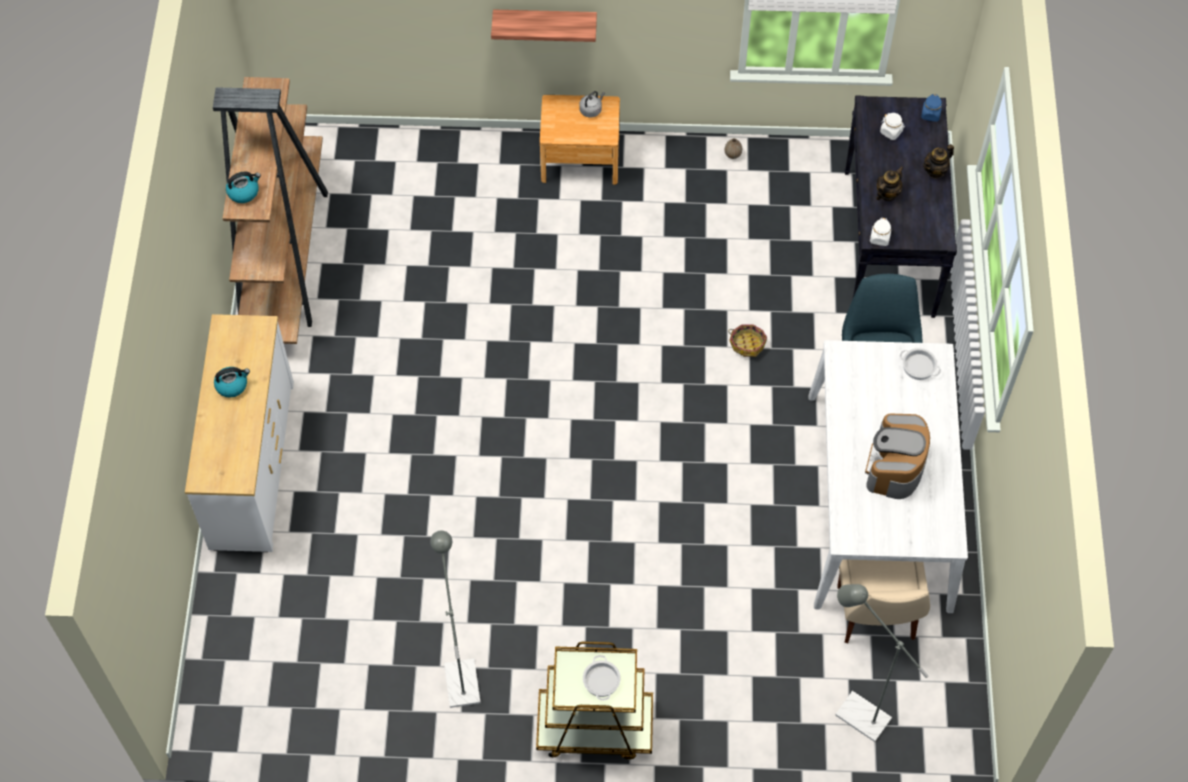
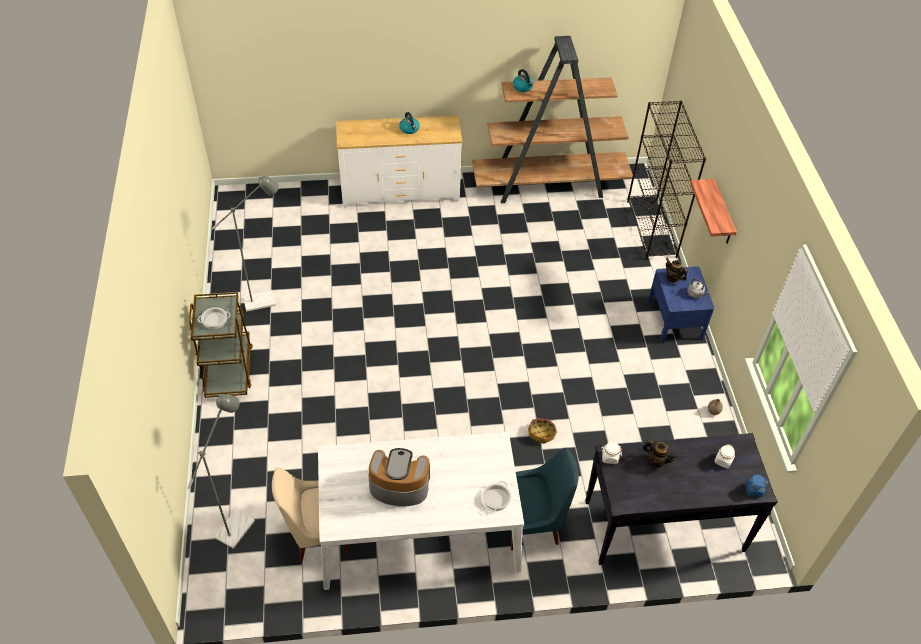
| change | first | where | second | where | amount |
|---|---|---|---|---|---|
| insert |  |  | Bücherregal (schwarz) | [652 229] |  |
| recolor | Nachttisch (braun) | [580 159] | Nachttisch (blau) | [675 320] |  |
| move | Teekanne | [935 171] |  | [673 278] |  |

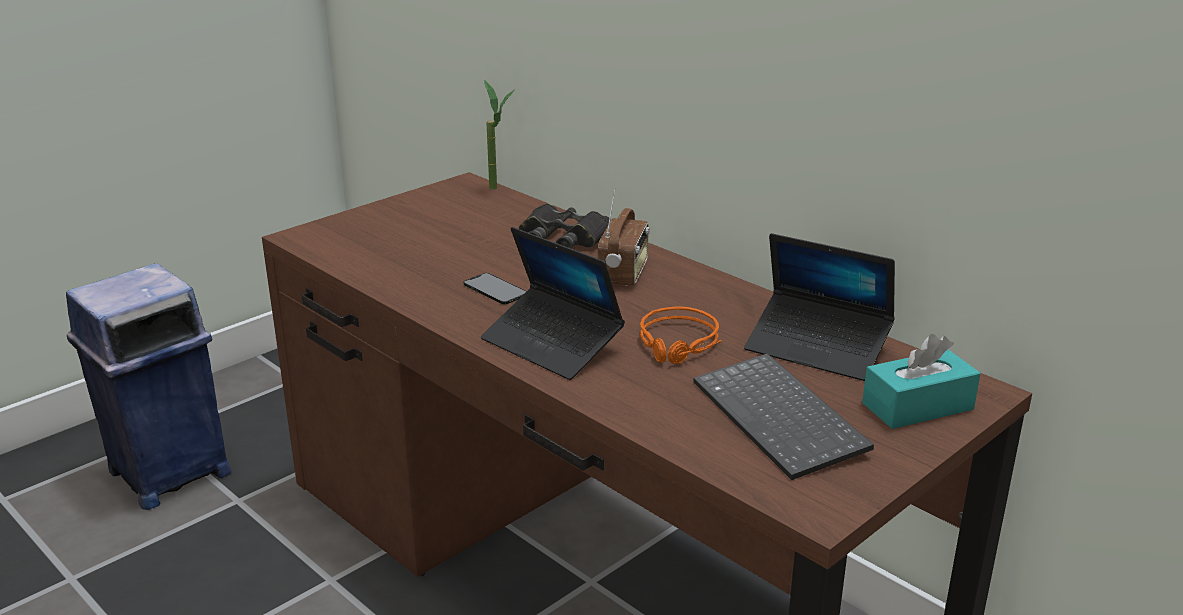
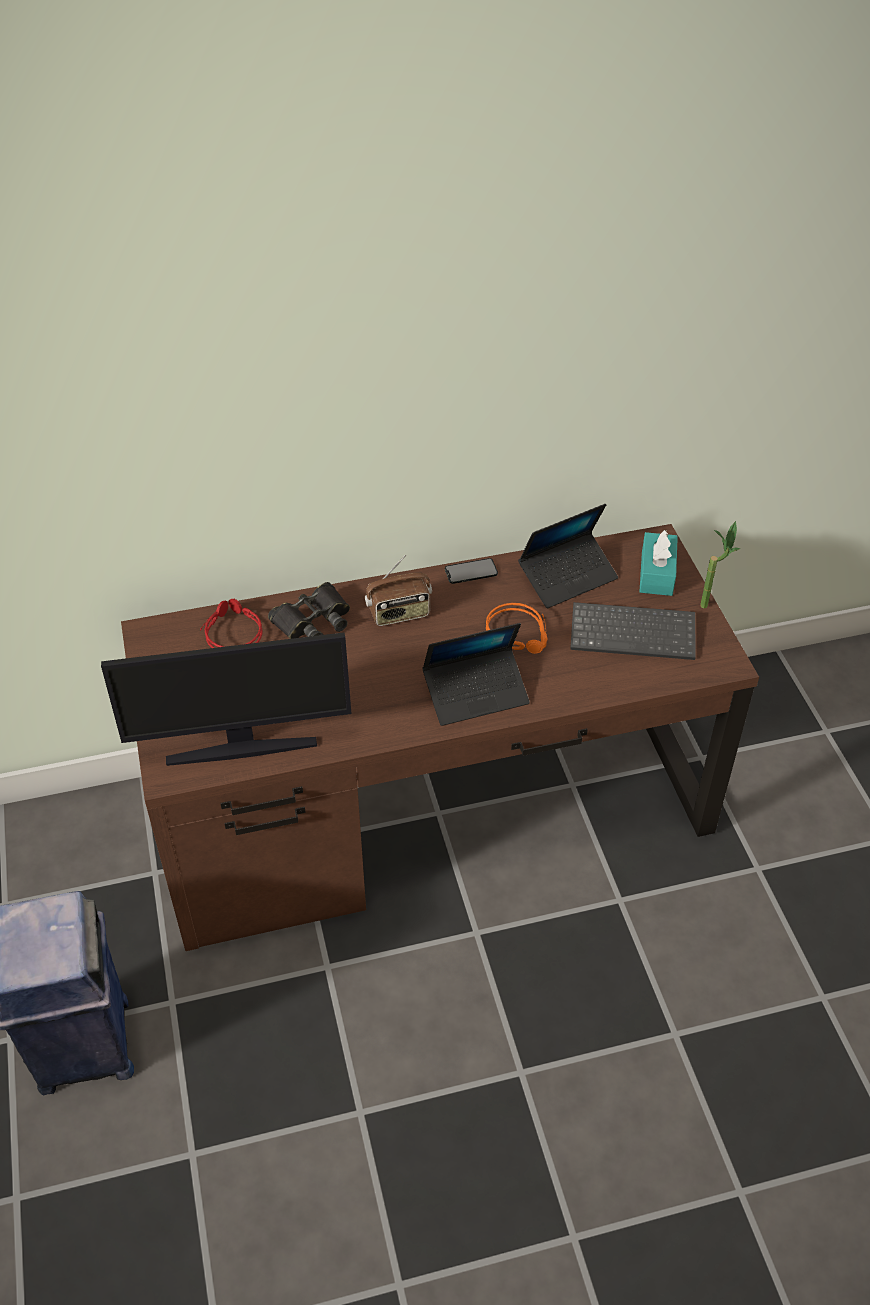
| change | first | where | second | where | amount |
|---|---|---|---|---|---|
| insert |  |  | Monitor | [241 748] |  |
| insert |  |  | Kopfhörer (rot) | [231 632] |  |
| rotate | Radio | [624 274] |  | [399 614] | 120 degrees clockwise |
| move | Handy | [495 289] |  | [471 571] |  |
| move | Topfpflanze | [500 189] |  | [710 603] |  |

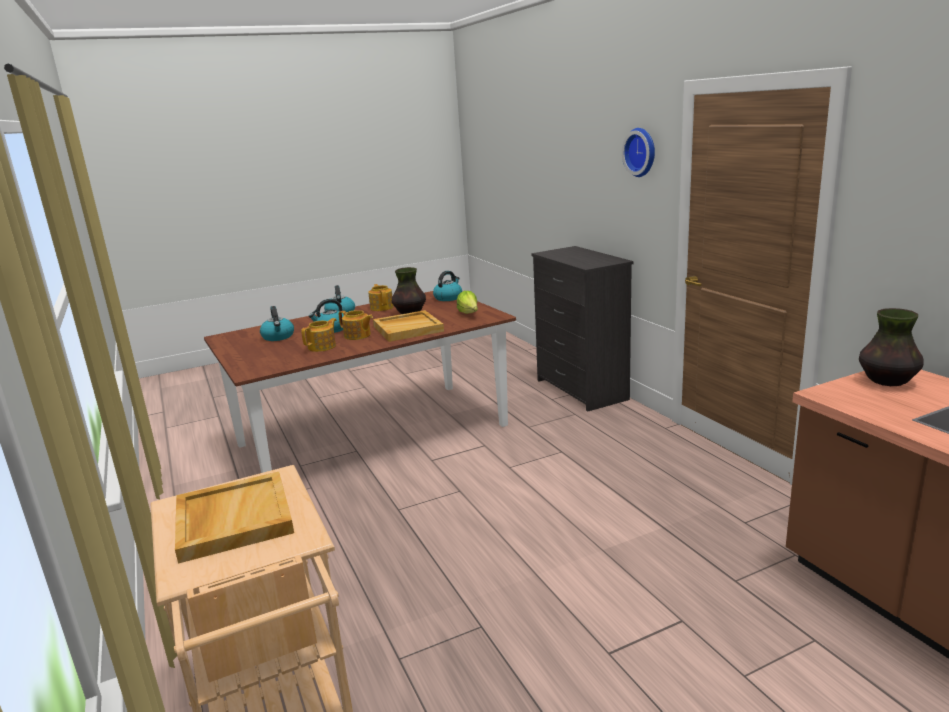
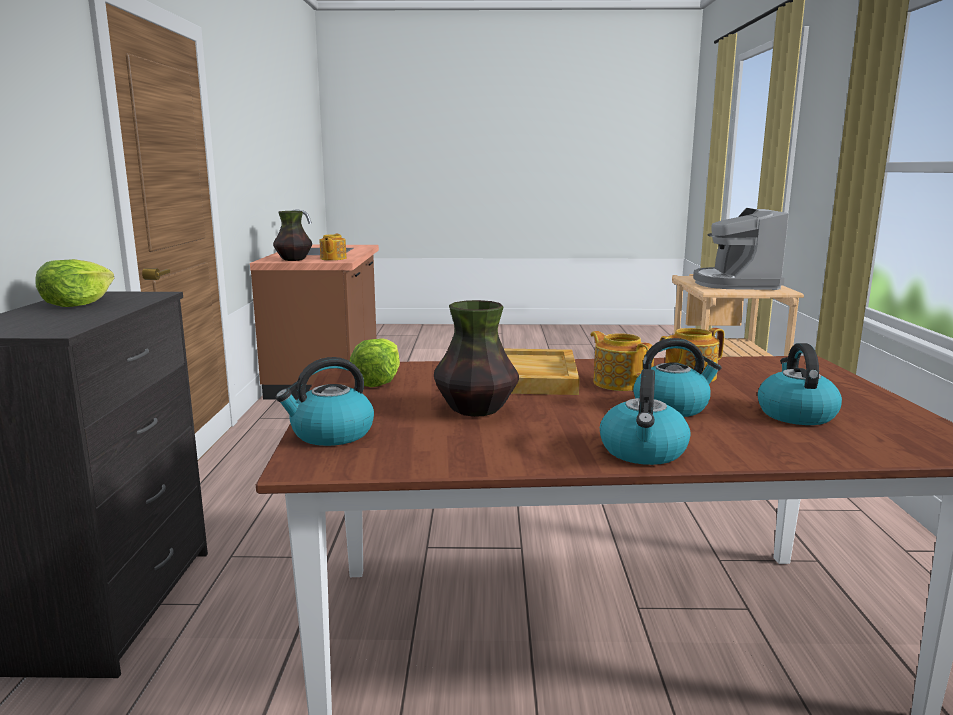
| change | first | where | second | where | amount |
|---|---|---|---|---|---|
| insert |  |  | Salatkopf | [77 304] |  |
| move | Teekanne | [382 307] |  | [333 258] |  |
| replace | Tablett (beige) | [233 519] | Kaffeemaschine | [735 284] |  |
| delete | Wanduhr | [642 152] |  |  |  |

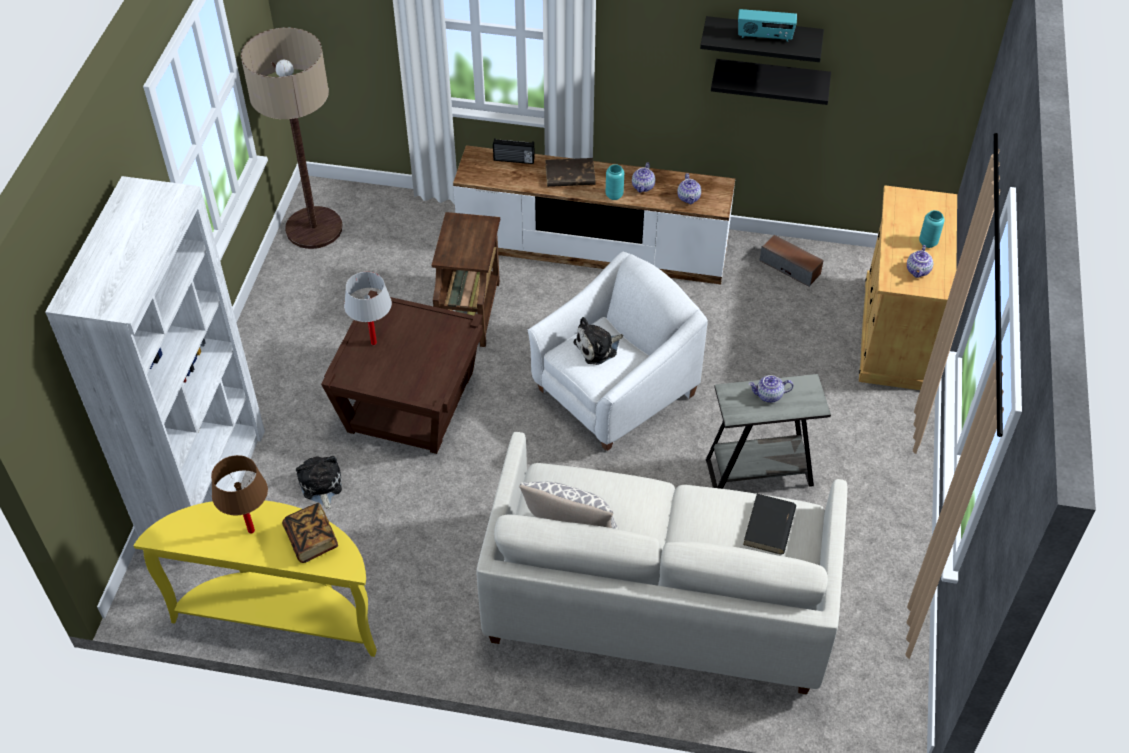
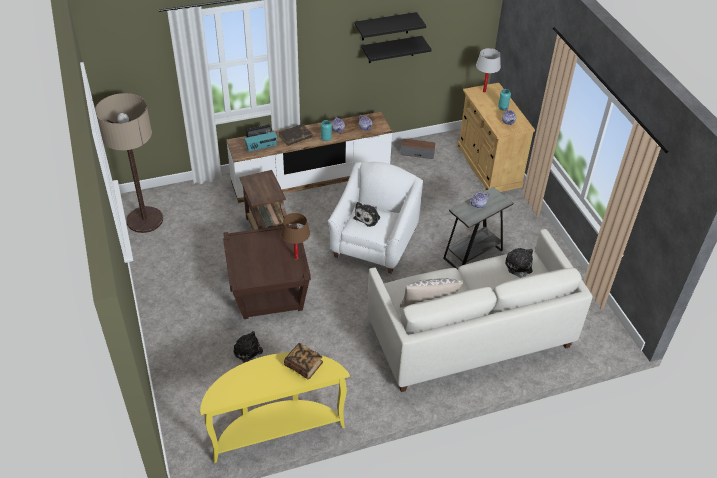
| change | first | where | second | where | amount |
|---|---|---|---|---|---|
| move | Radio | [764 37] |  | [261 148] |  |
| move | Tischlampe (braun) | [251 530] |  | [296 258] |  |
| move | Tischlampe (weiß) | [374 343] |  | [484 91] |  |
| replace | Buch (schwarz) | [769 527] | Plüschtier | [519 267] |  |
| delete | Bücherregal (weiß) | [206 487] |  |  |  |

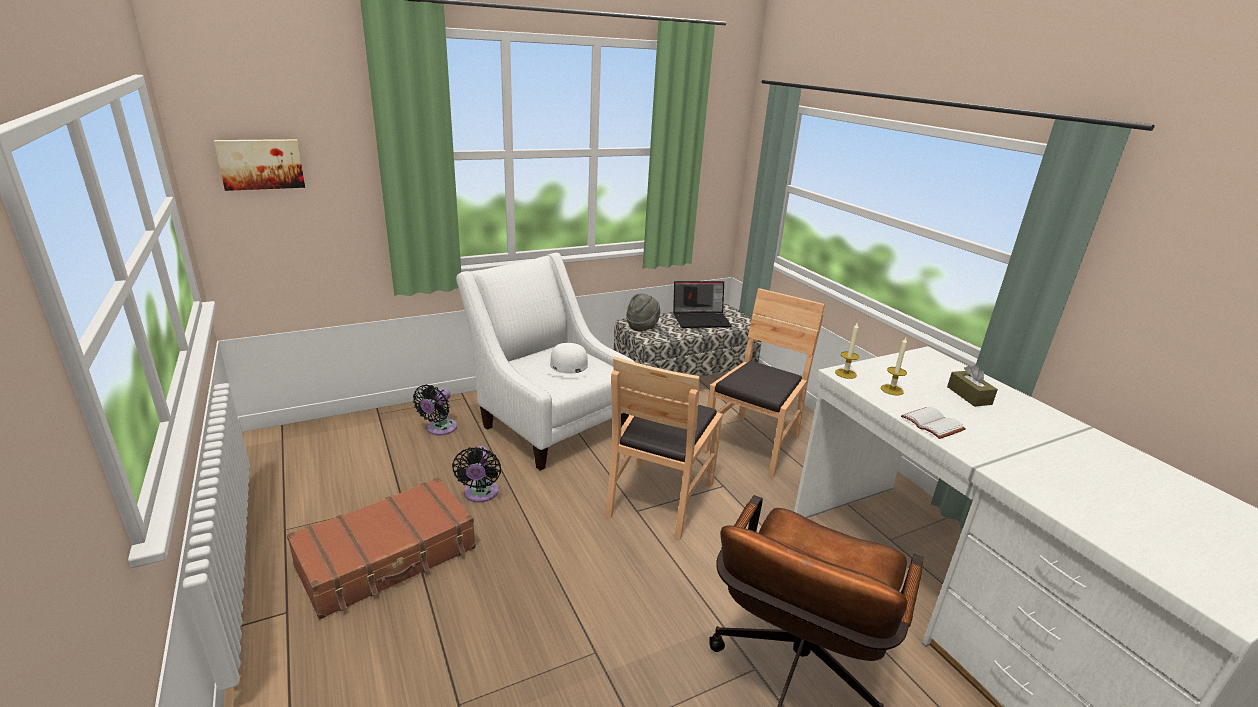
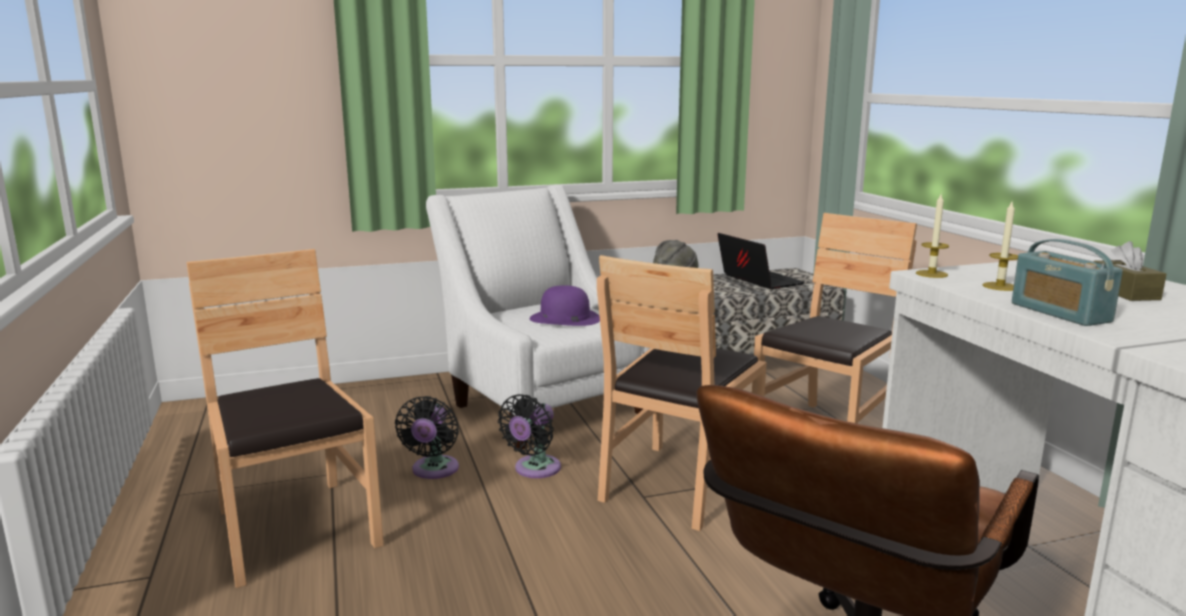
| change | first | where | second | where | amount |
|---|---|---|---|---|---|
| replace | Koffer (braun) | [388 558] | Stuhl (braun) | [295 529] |  |
| move | Ventilator (schwarz) | [439 429] |  | [534 469] |  |
| recolor | Hut (weiß) | [568 367] | Hut (lila) | [564 318] |  |
| rotate | Laptop | [701 319] |  | [757 280] | 120 degrees counterclockwise |
| replace | Buch (weiß) | [933 424] | Radio | [1060 313] |  |
| delete | Bild | [261 164] |  |  |  |

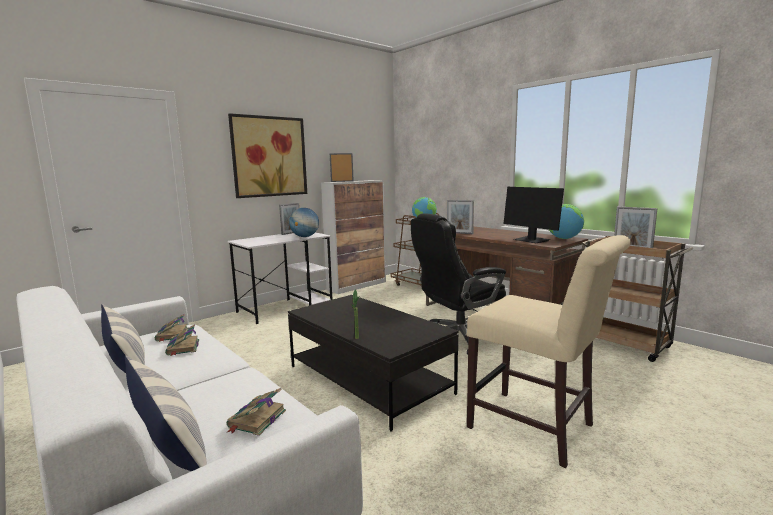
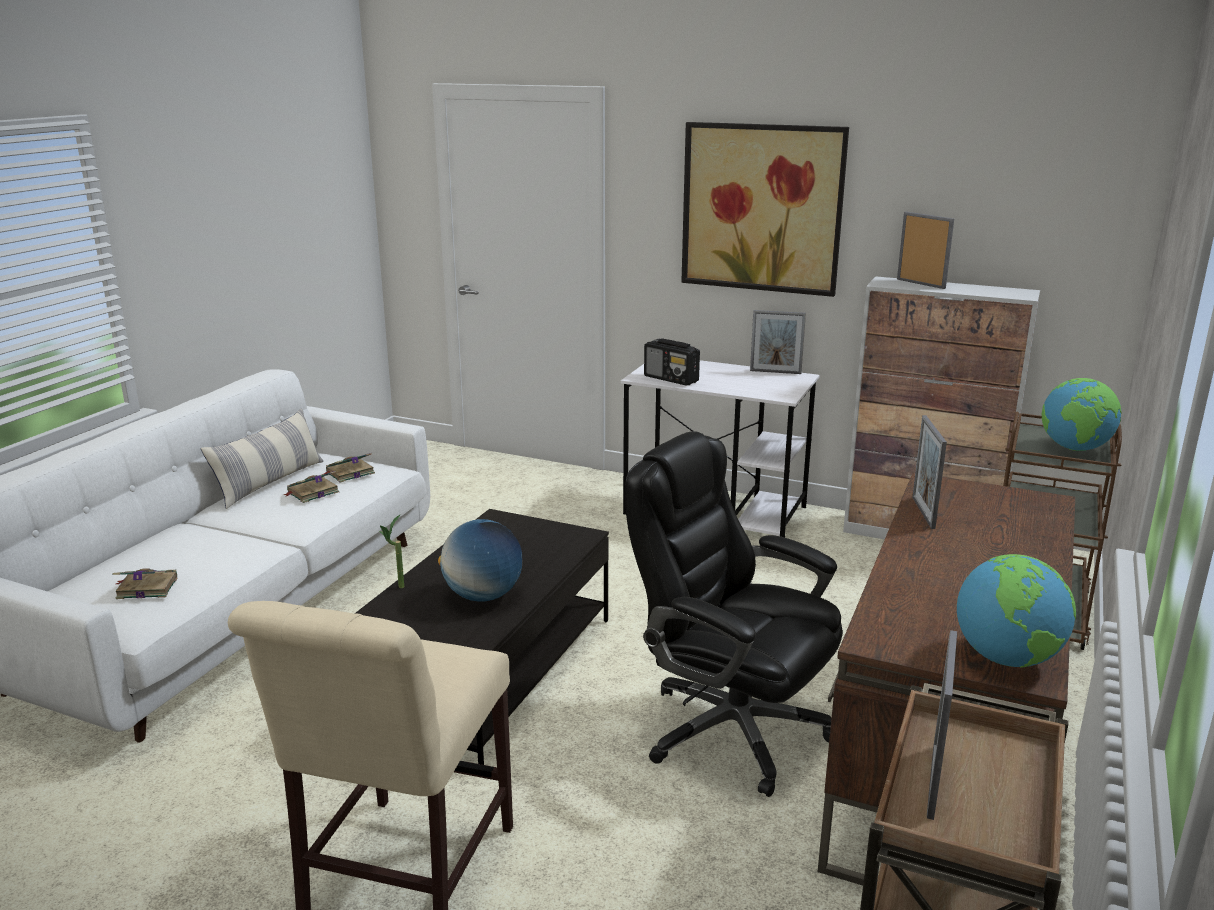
| change | first | where | second | where | amount |
|---|---|---|---|---|---|
| move | Globus | [305 237] |  | [483 596] |  |
| insert |  |  | Radio | [671 379] |  |
| delete | Kissen | [169 442] |  |  |  |
| delete | Monitor | [531 240] |  |  |  |

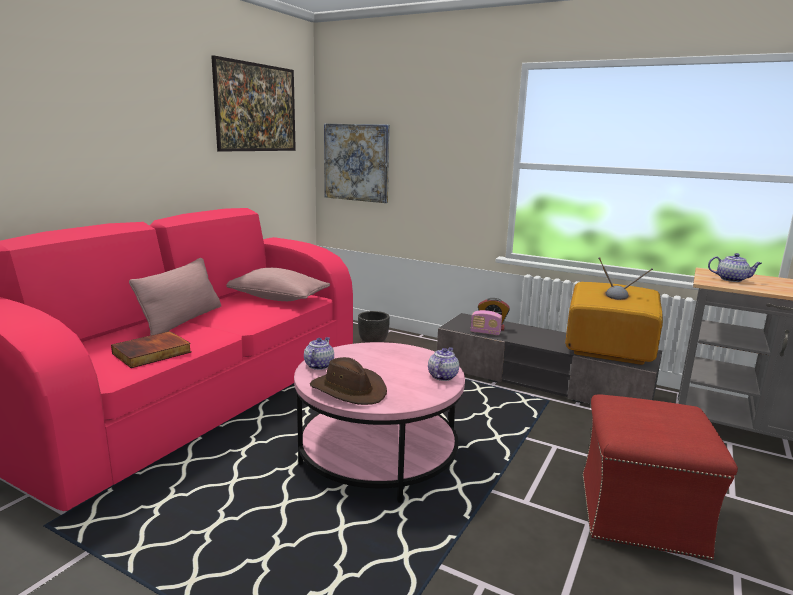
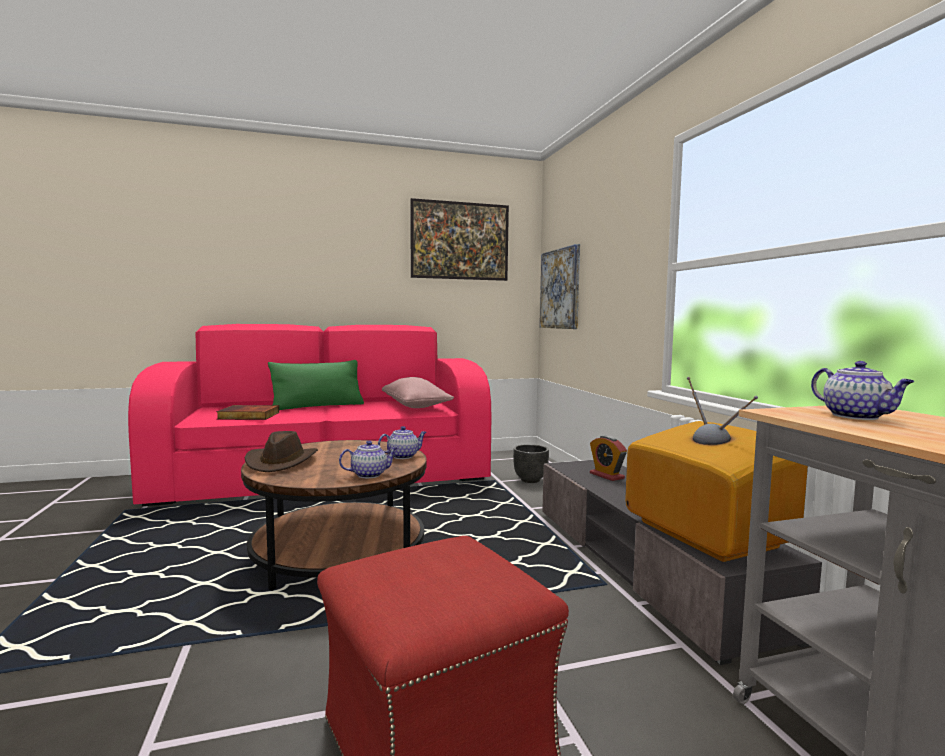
| change | first | where | second | where | amount |
|---|---|---|---|---|---|
| recolor | Couchtisch (rosa) | [378 454] | Couchtisch (braun) | [339 553] |  |
| recolor | Kissen (rosa) | [183 321] | Kissen (grün) | [318 406] |  |
| move | Teekanne | [319 365] |  | [403 456] |  |
| delete | Radio | [485 333] |  |  |  |

